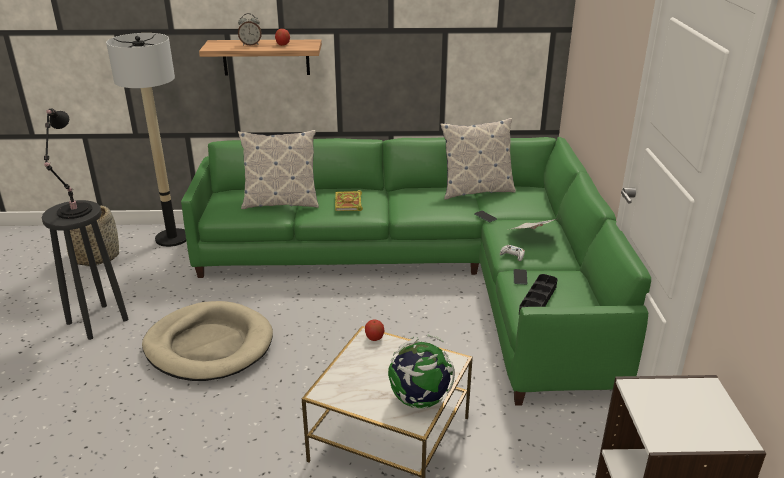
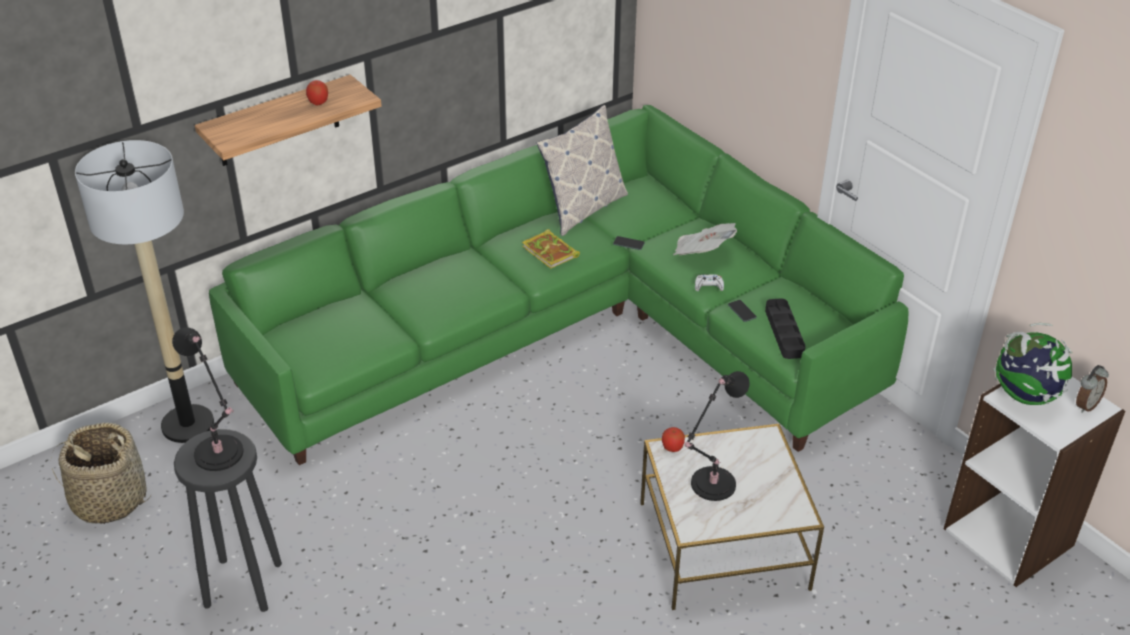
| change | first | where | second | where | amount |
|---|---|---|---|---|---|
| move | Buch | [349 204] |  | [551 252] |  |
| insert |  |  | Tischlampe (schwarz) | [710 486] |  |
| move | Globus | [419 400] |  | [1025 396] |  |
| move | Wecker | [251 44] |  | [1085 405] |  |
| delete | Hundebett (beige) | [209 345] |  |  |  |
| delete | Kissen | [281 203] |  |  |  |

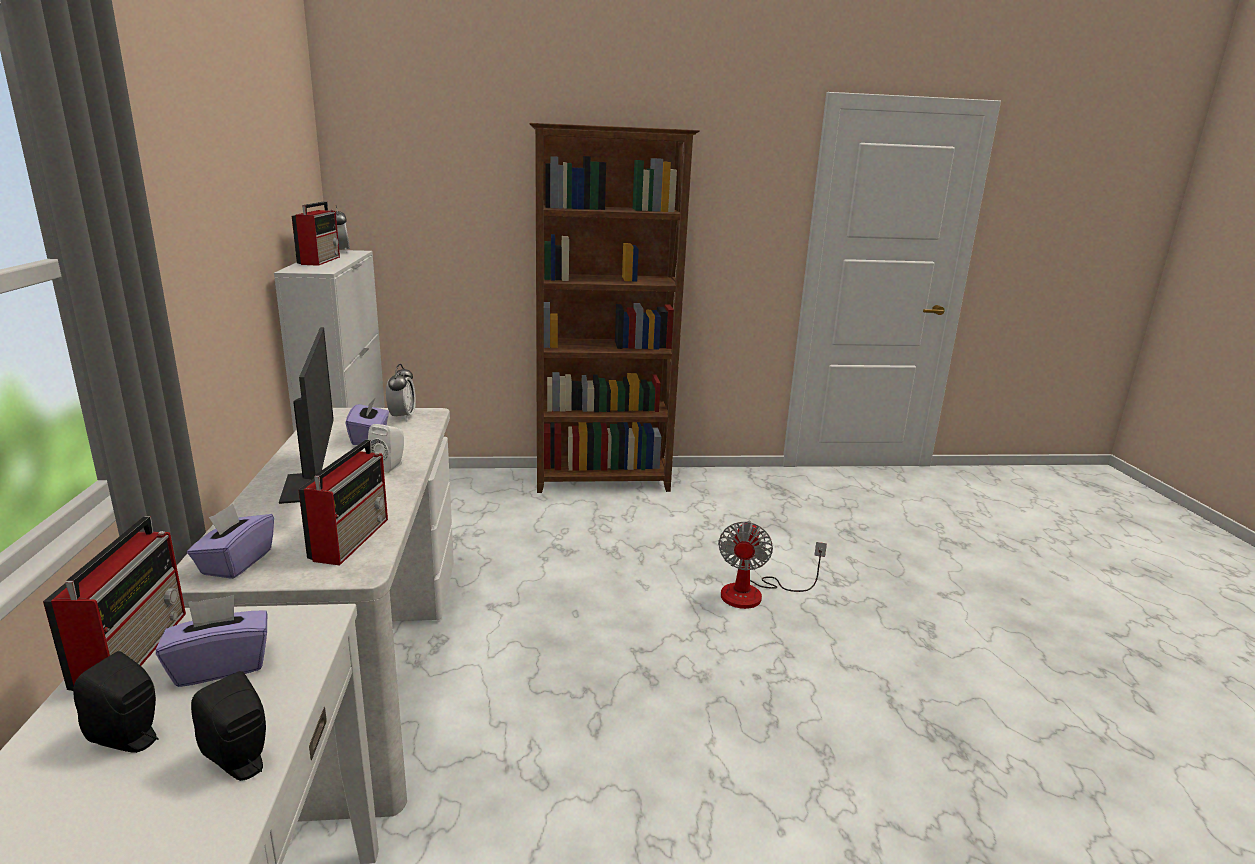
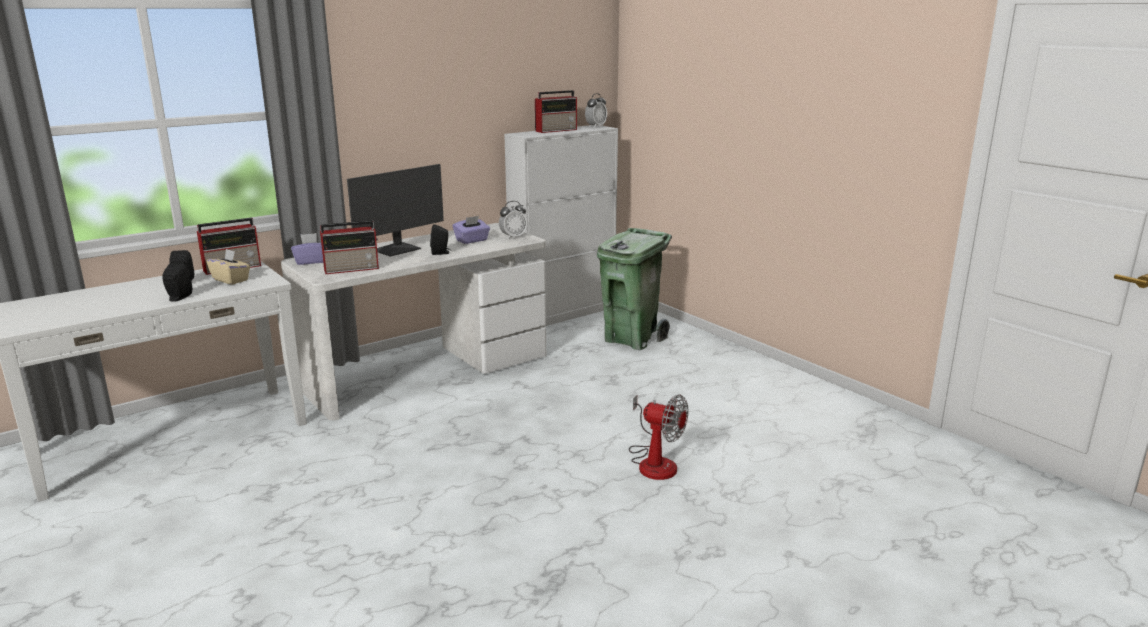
| change | first | where | second | where | amount |
|---|---|---|---|---|---|
| recolor | Taschentuchbox (lila) | [221 665] | Taschentuchbox (beige) | [231 280] |  |
| recolor | Lautsprecher (weiß) | [390 466] | Lautsprecher (schwarz) | [441 253] |  |
| insert |  |  | Mülleimer (grün) | [632 339] |  |
| rotate | Ventilator | [754 594] |  | [654 461] | 135 degrees counterclockwise |
| delete | Bücherregal (braun) | [603 481] |  |  |  |

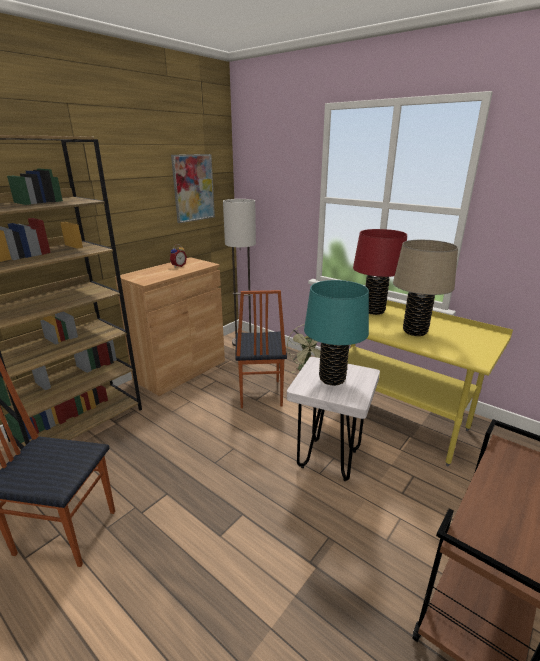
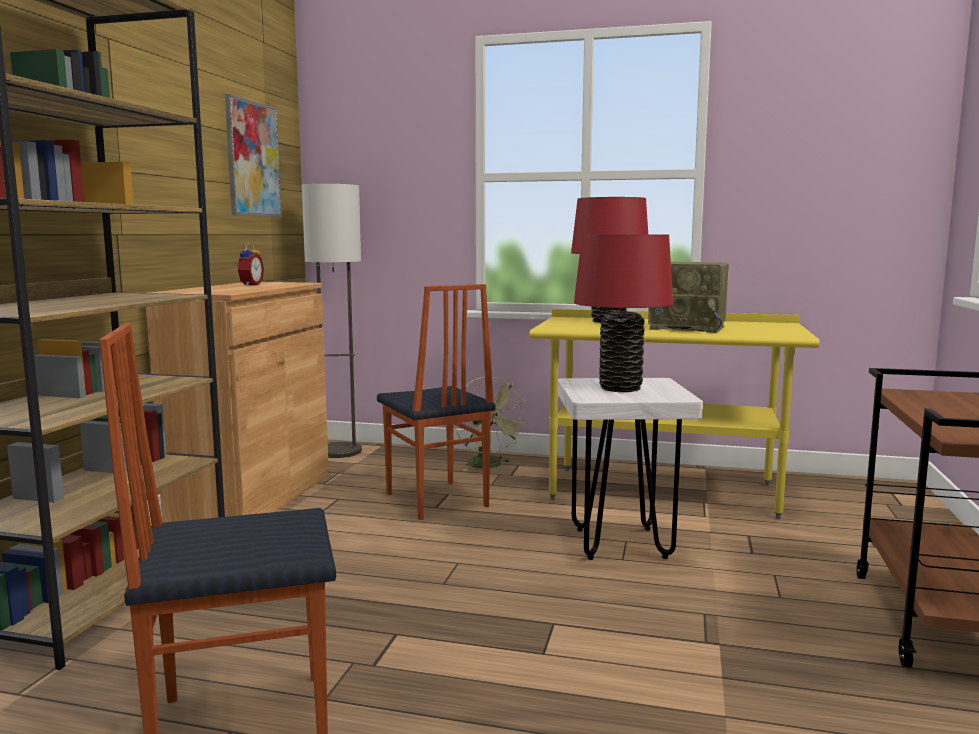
| change | first | where | second | where | amount |
|---|---|---|---|---|---|
| recolor | Tischlampe (türkis) | [332 379] | Tischlampe (rot) | [620 388] |  |
| replace | Tischlampe (beige) | [415 331] | Radio | [688 328] |  |

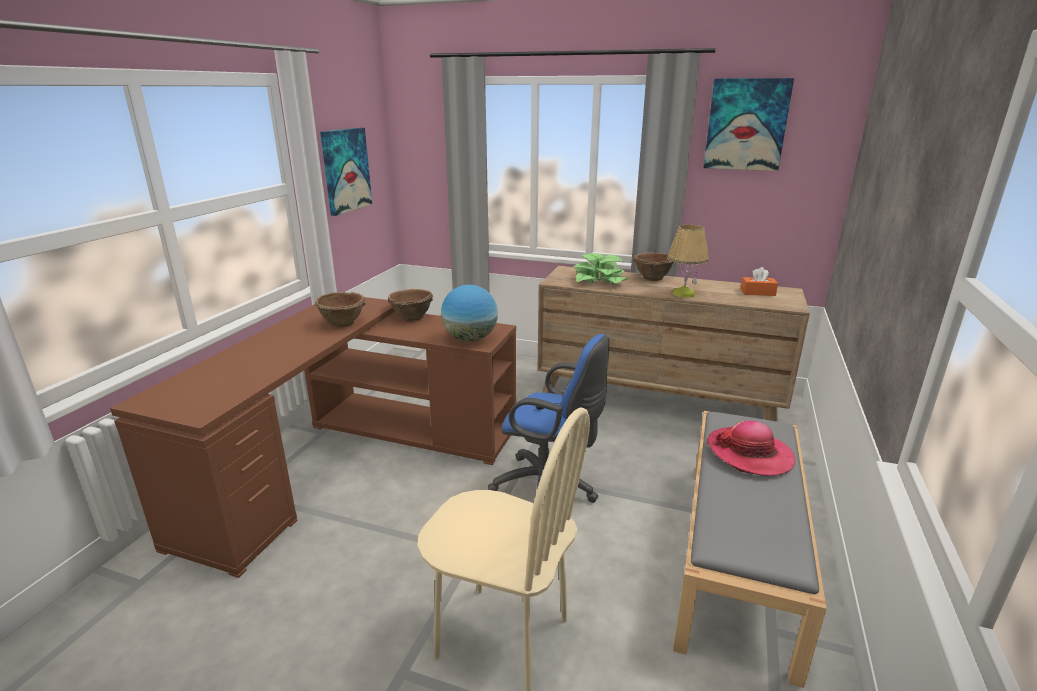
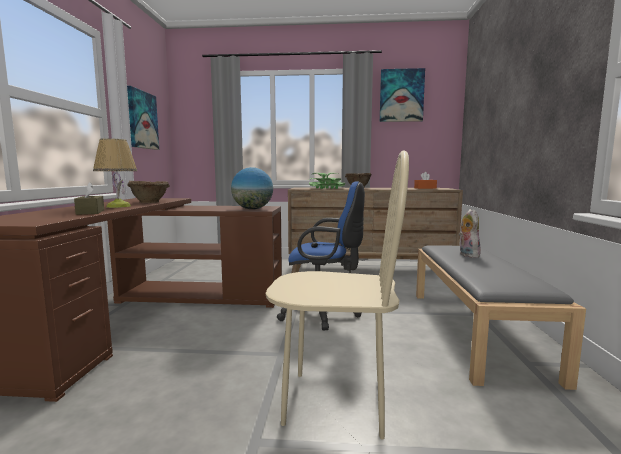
| change | first | where | second | where | amount |
|---|---|---|---|---|---|
| insert |  |  | Taschentuchbox (braun) | [90 212] |  |
| move | Tischlampe | [683 293] |  | [118 206] |  |
| replace | Hut | [749 454] | Plüschtier | [467 255] |  |
| delete | Schüssel (braun) | [411 318] |  |  |  |

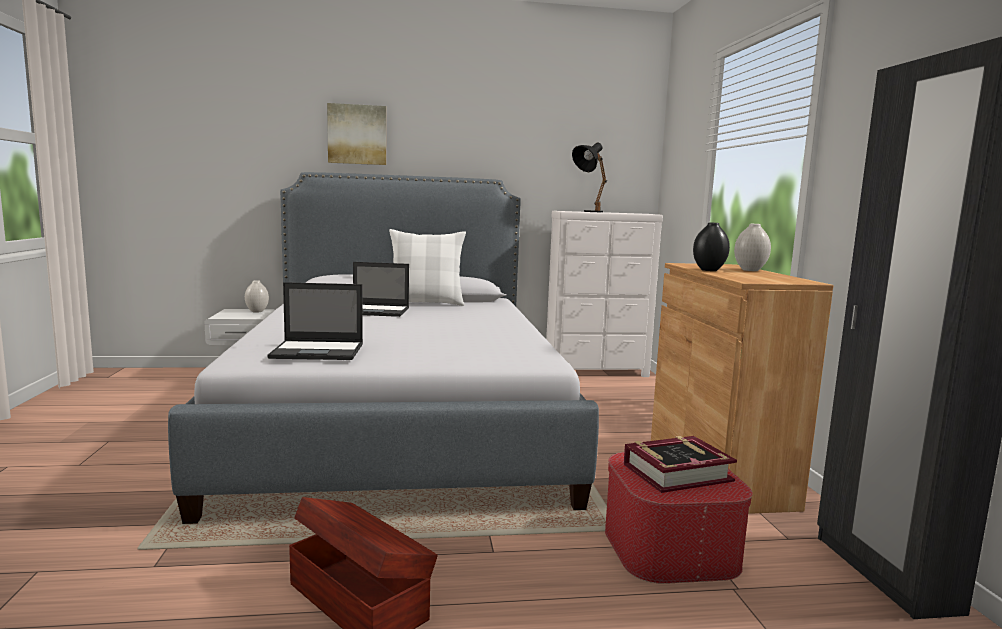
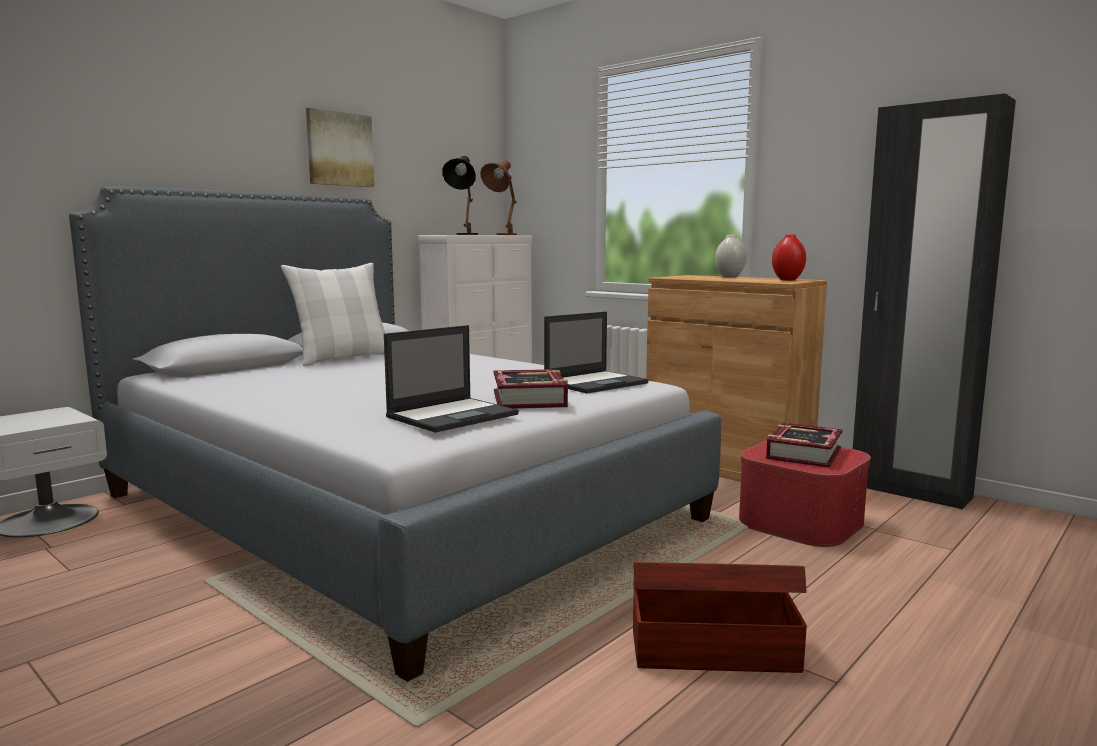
| change | first | where | second | where | amount |
|---|---|---|---|---|---|
| move | Bild | [357 134] |  | [339 149] |  |
| insert |  |  | Tischlampe (braun) | [501 234] |  |
| insert |  |  | Buch | [530 399] |  |
| move | Laptop | [377 311] |  | [596 383] |  |
| insert |  |  | Vase (rot) | [787 280] |  |
| delete | Vase (weiß) | [257 311] |  |  |  |
| delete | Vase (schwarz) | [709 270] |  |  |  |

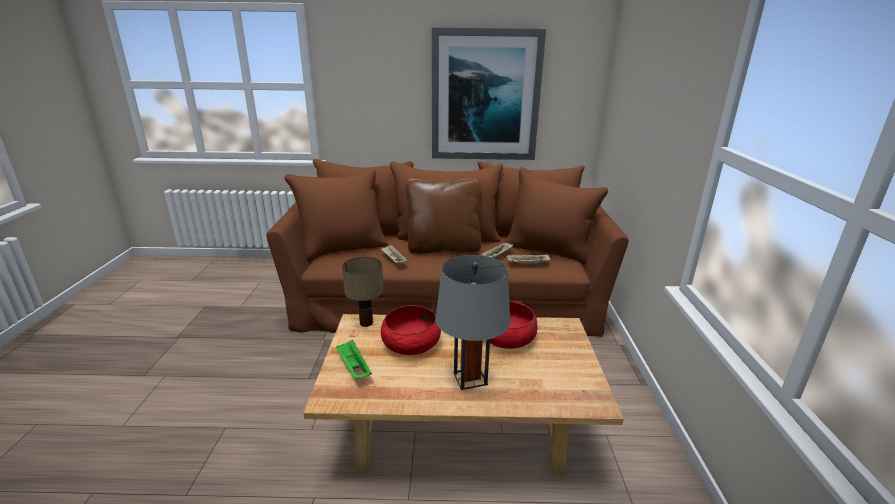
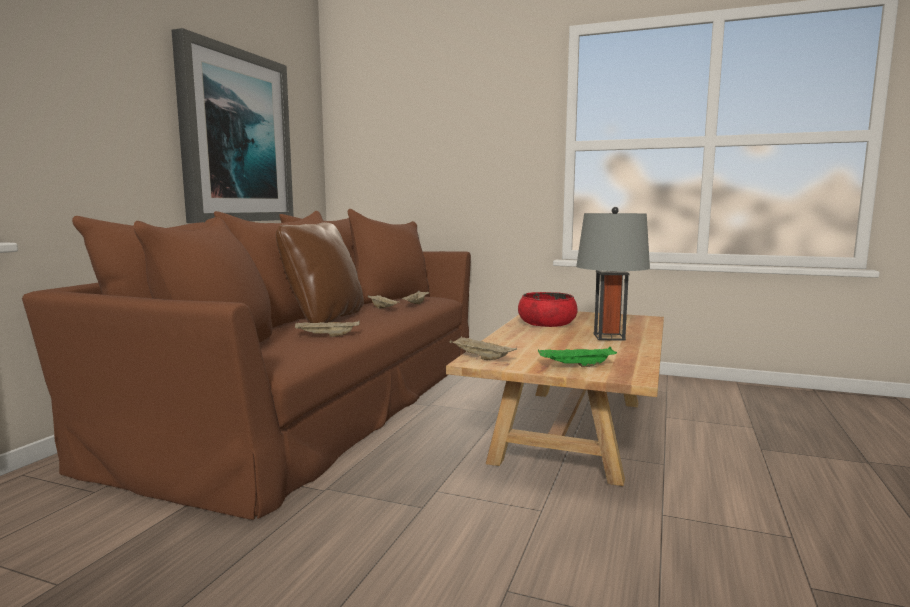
| change | first | where | second | where | amount |
|---|---|---|---|---|---|
| replace | Tischlampe | [365 323] | Tablett (beige) | [480 358] |  |
| delete | Schüssel (rot) | [411 343] |  |  |  |

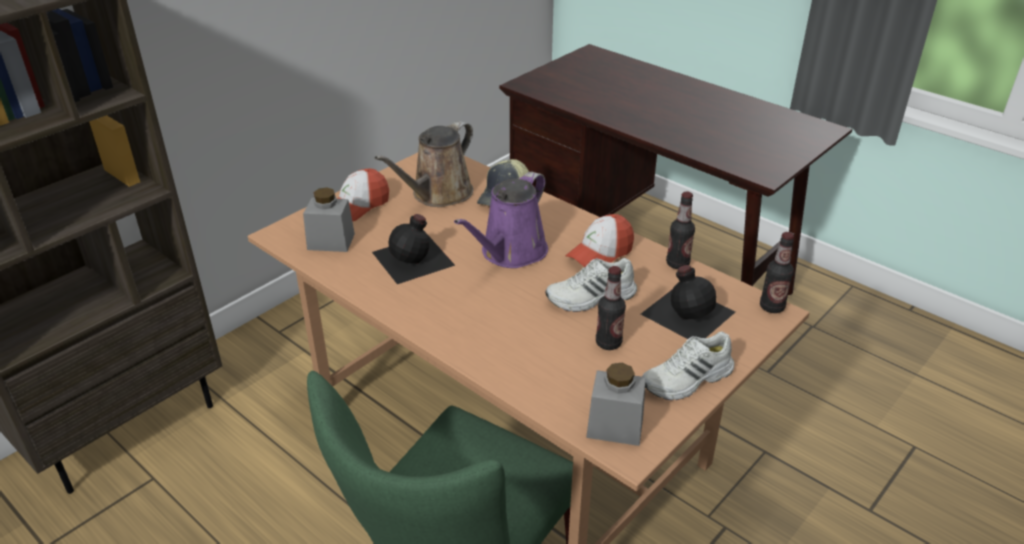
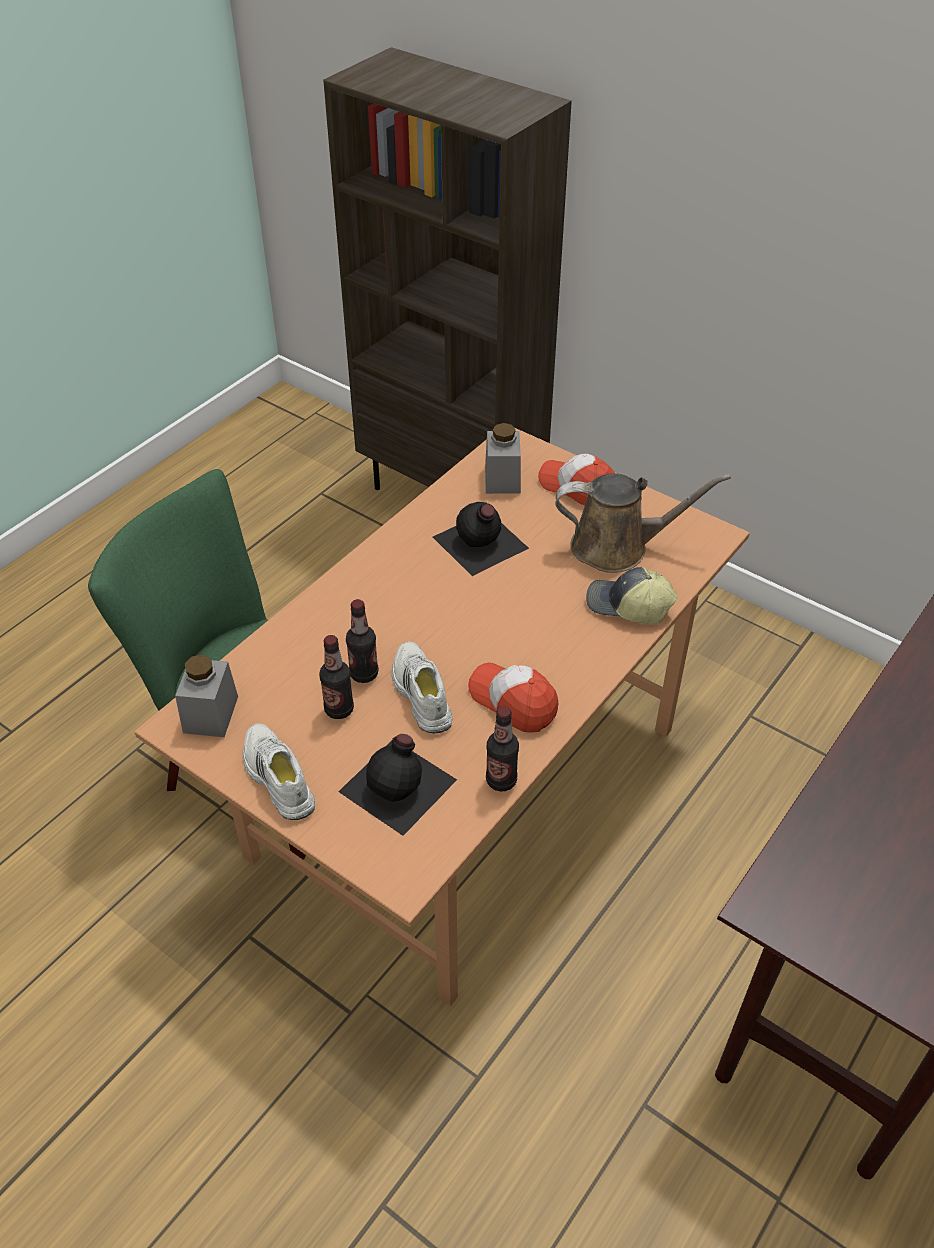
| change | first | where | second | where | amount |
|---|---|---|---|---|---|
| move | Flasche | [772 307] |  | [364 674] |  |
| rotate | Gießkanne (braun) | [438 195] |  | [617 547] | 150 degrees clockwise |
| delete | Gießkanne (lila) | [510 253] |  |  |  |

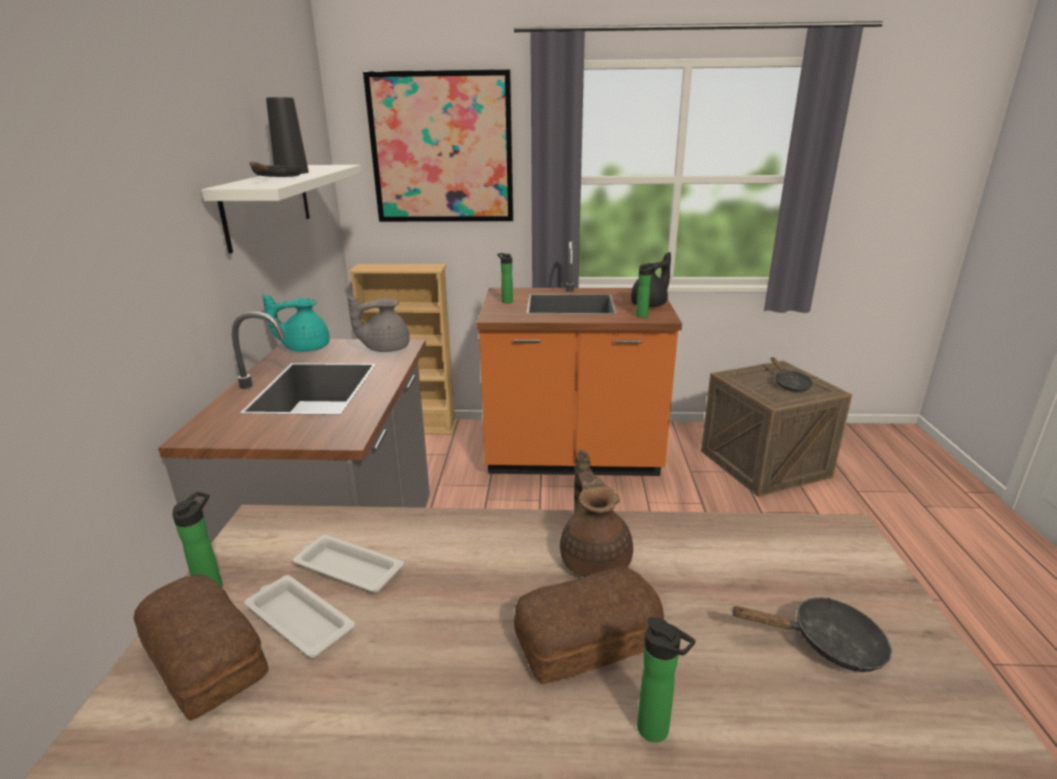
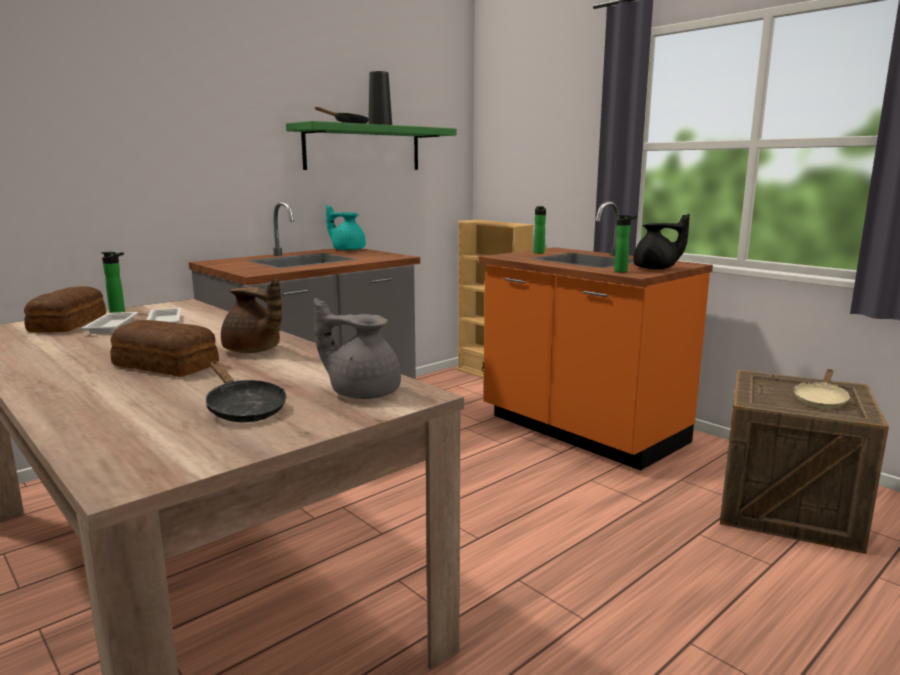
| change | first | where | second | where | amount |
|---|---|---|---|---|---|
| rotate | Teekanne (braun) | [595 557] |  | [253 351] | 90 degrees clockwise |
| recolor | Wandregal (weiß) | [268 204] | Wandregal (grün) | [363 148] |  |
| move | Teekanne (grau) | [385 348] |  | [362 392] |  |
| recolor | Pfanne (schwarz) | [789 384] | Pfanne (beige) | [820 400] |  |
| delete | Bild | [442 149] |  |  |  |
| delete | Flasche | [657 732] |  |  |  |

